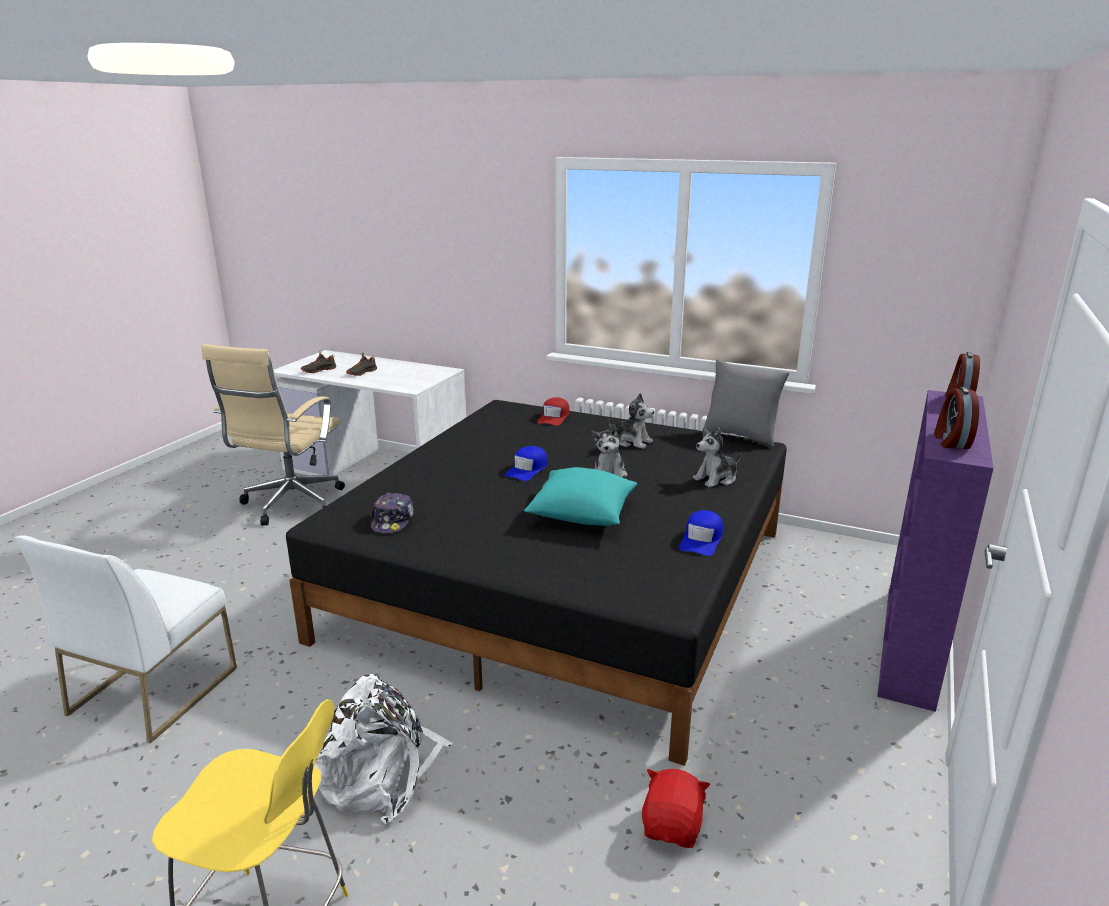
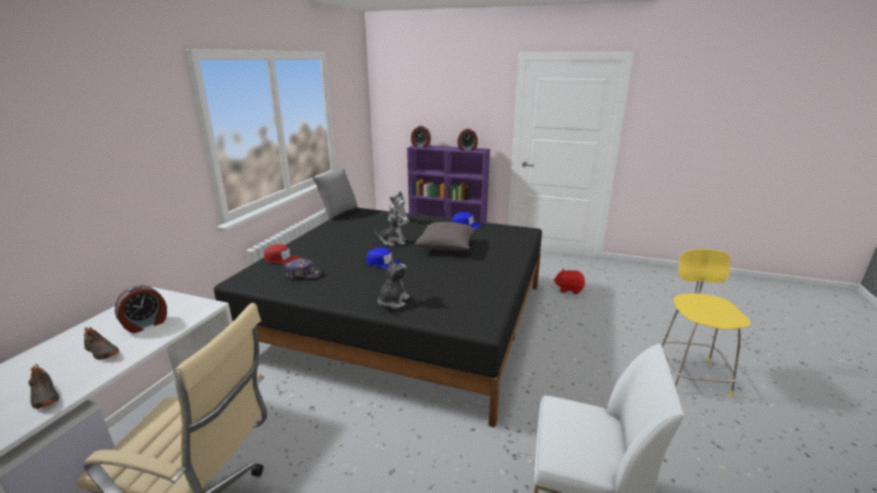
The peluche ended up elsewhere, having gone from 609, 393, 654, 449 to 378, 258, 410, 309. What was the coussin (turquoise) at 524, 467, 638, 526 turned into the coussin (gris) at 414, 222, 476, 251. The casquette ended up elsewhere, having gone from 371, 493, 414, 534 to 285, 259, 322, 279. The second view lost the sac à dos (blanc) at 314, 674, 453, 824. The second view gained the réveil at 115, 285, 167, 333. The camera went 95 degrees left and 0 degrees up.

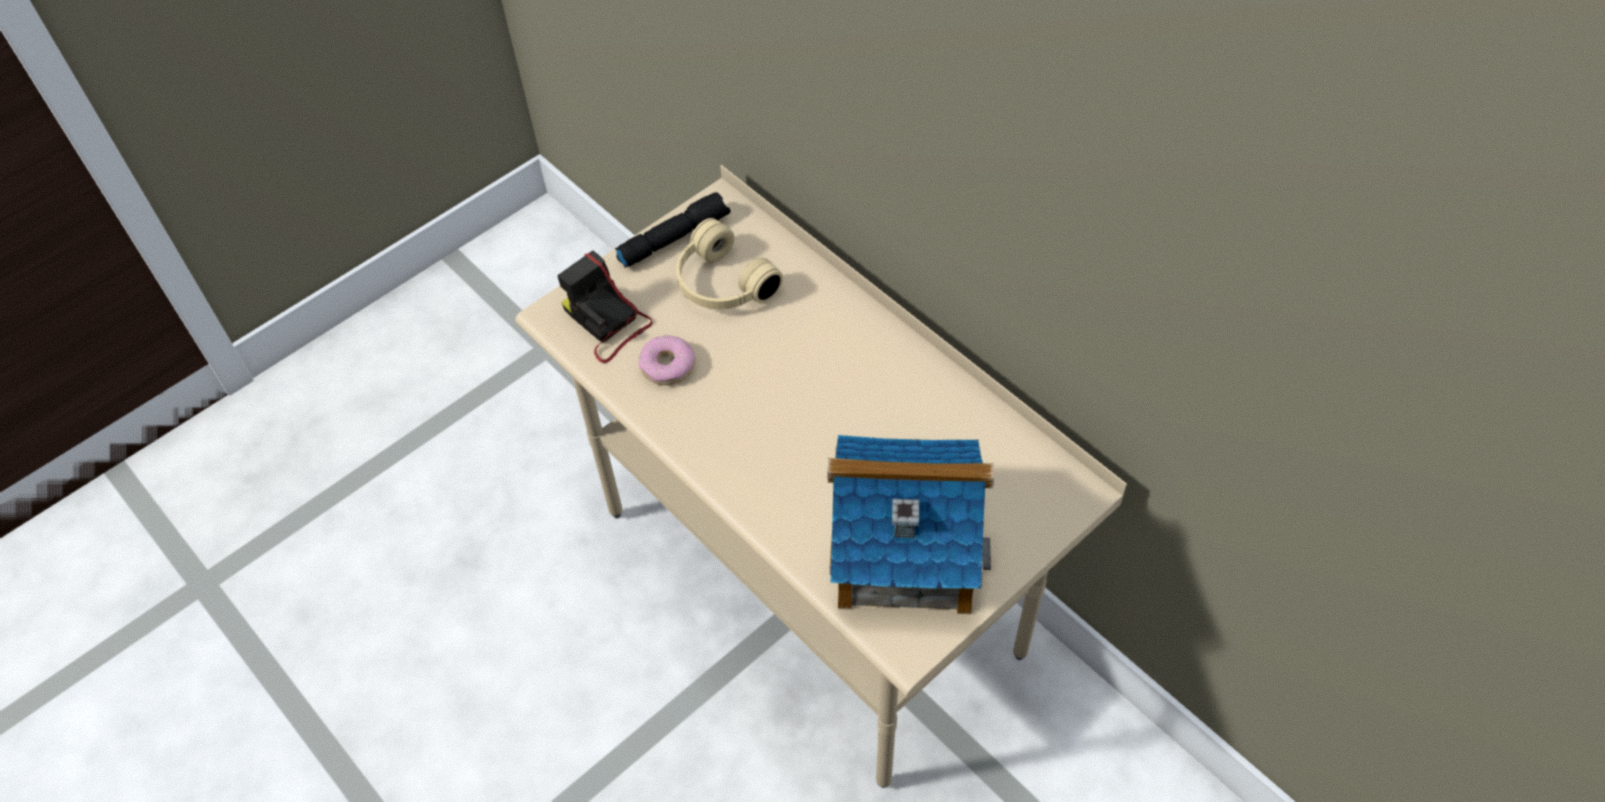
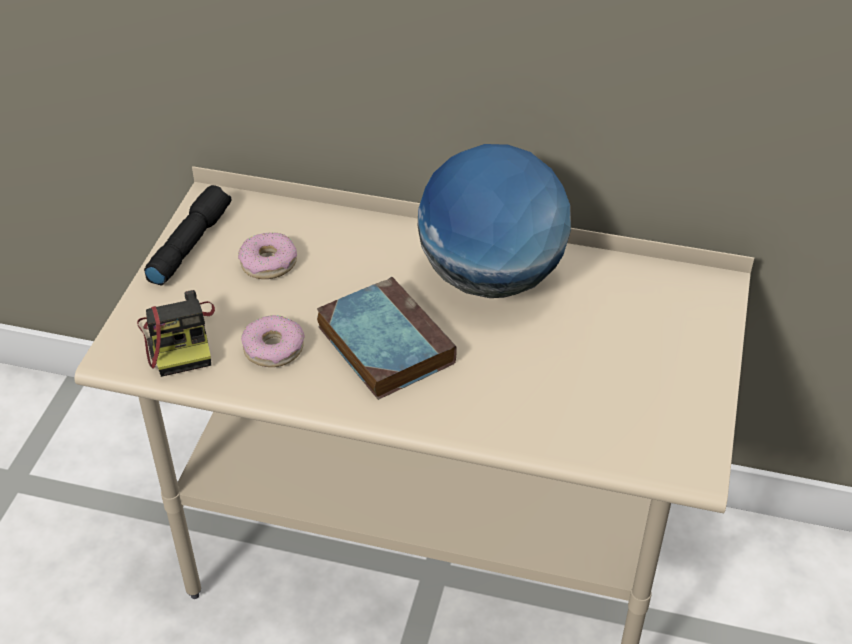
Where the casque audio (beige) stood at 676, 218, 783, 309, the beignet came to stand at 238, 232, 297, 279. The appareil photo at 557, 250, 653, 363 ended up facing another way, 120 degrees counterclockwise from before. The second view lost the maison miniature at 827, 435, 994, 614. The second view gained the globe at 418, 144, 571, 298. The second view gained the livre at 317, 277, 457, 400. The camera went 35 degrees left and 10 degrees down.

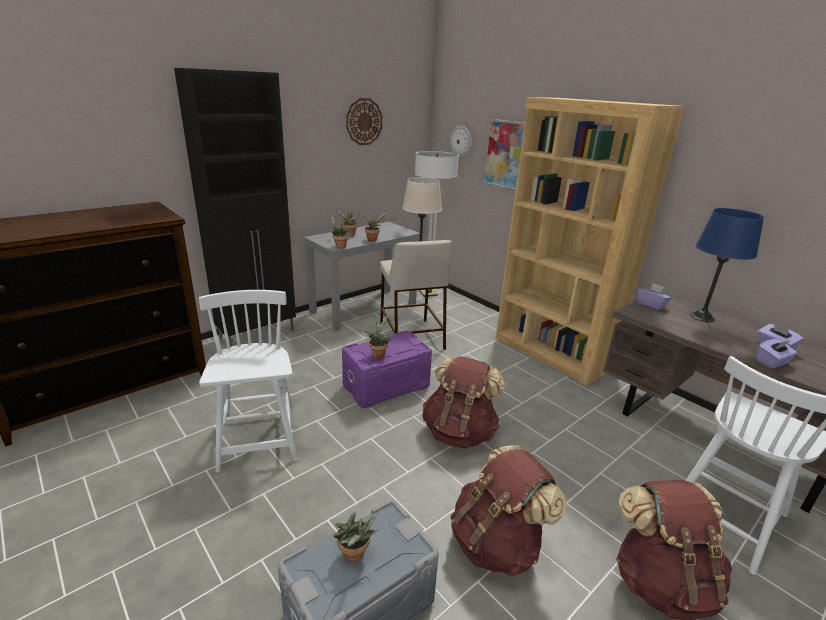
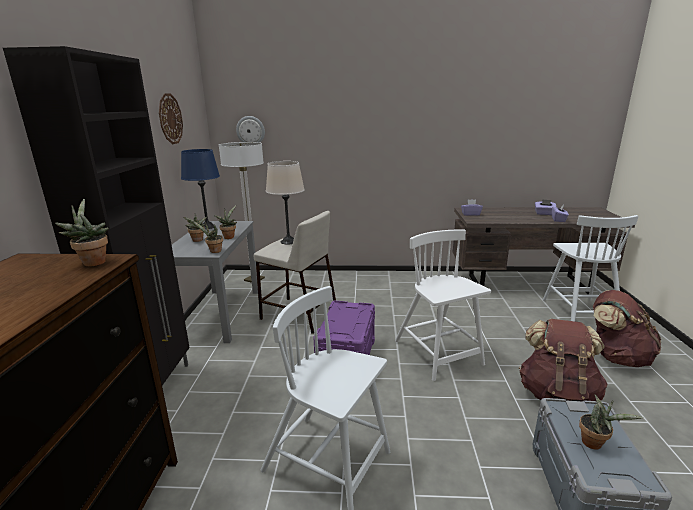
The second view lost the bibliothèque (marron) at 496, 97, 685, 386. The second view lost the tableau at 483, 119, 525, 190. The lampe de table (bleu) ended up elsewhere, having gone from 690, 208, 764, 322 to 181, 149, 220, 229. The plante en pot ended up elsewhere, having gone from 364, 316, 391, 359 to 55, 199, 109, 267. Where the sac à dos (marron) stood at 422, 356, 505, 449, the chaise (blanc) came to stand at 395, 229, 491, 381. The camera went 45 degrees left and 5 degrees down.

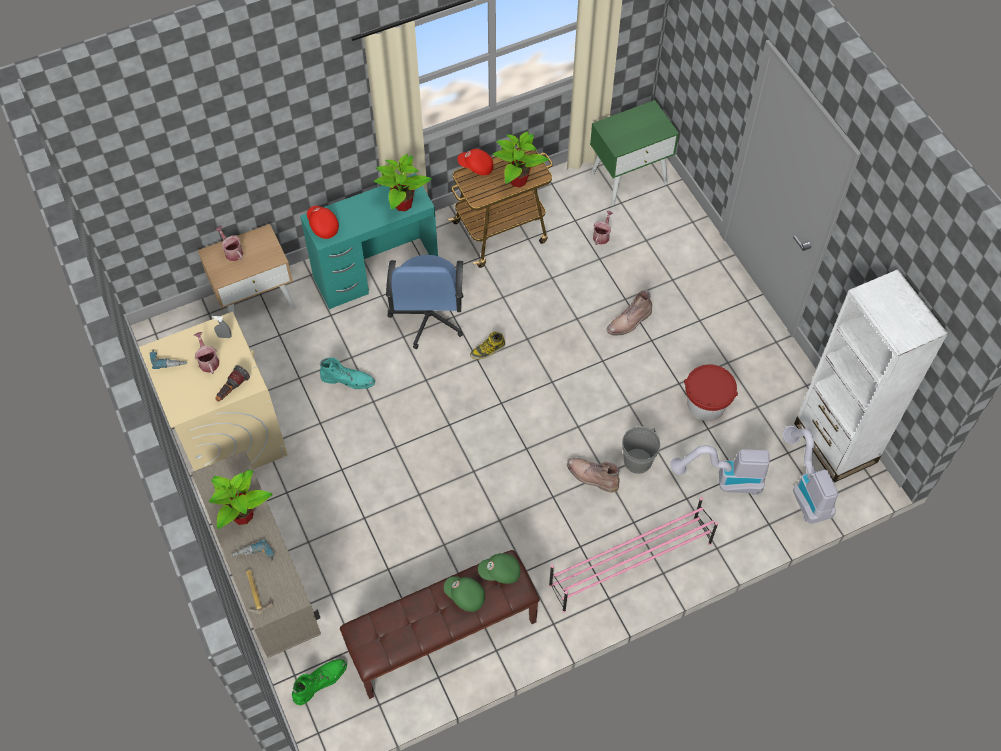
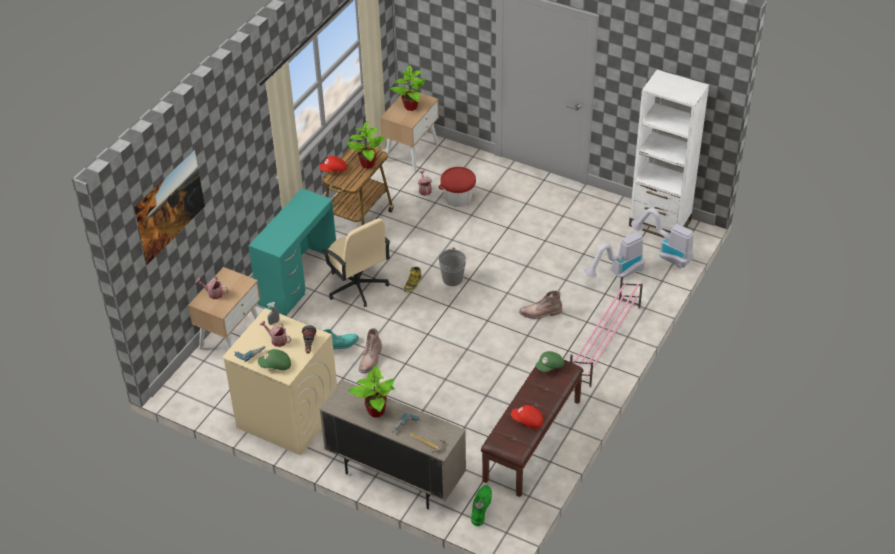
What was the table de chevet (vert) at 590, 100, 679, 205 turned into the table de chevet (beige) at 380, 90, 439, 172. The plante en pot ended up elsewhere, having gone from 373, 154, 432, 211 to 389, 65, 426, 111. The casquette (rouge) ended up elsewhere, having gone from 307, 206, 339, 239 to 511, 405, 543, 429. What was the chaise de bureau (bleu) at 386, 255, 463, 349 turned into the chaise de bureau (beige) at 321, 218, 390, 307. The botte (marron) ended up elsewhere, having gone from 606, 290, 652, 336 to 359, 328, 382, 374. The seau (rouge) ended up elsewhere, having gone from 684, 365, 738, 421 to 439, 167, 476, 207. The seau (gris) ended up elsewhere, having gone from 622, 426, 660, 474 to 438, 248, 466, 286. The casquette (vert) ended up elsewhere, having gone from 444, 576, 485, 612 to 258, 349, 291, 370. The second view gained the tableau at 134, 149, 205, 265. The camera went 35 degrees left and 15 degrees down.

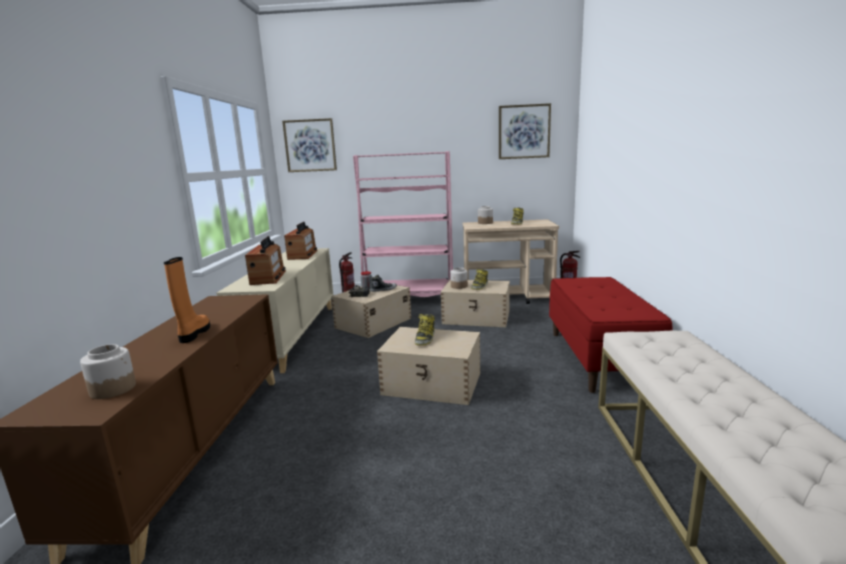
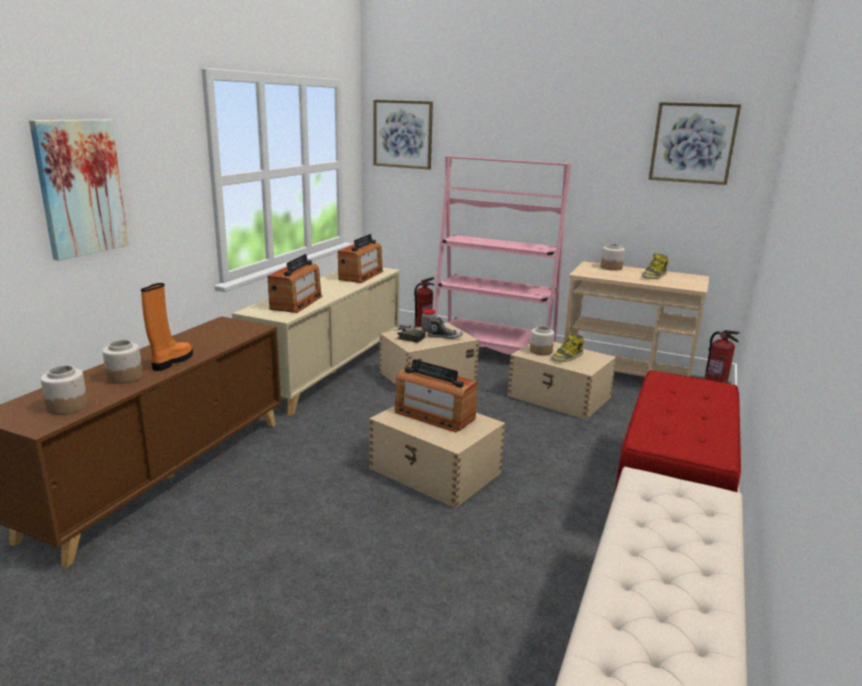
Where the botte stood at 415, 314, 435, 346, the radio came to stand at 395, 359, 478, 432. The second view gained the tableau at 29, 119, 129, 261. The second view gained the bocal at 102, 340, 143, 384. The camera went 20 degrees right and 5 degrees up.

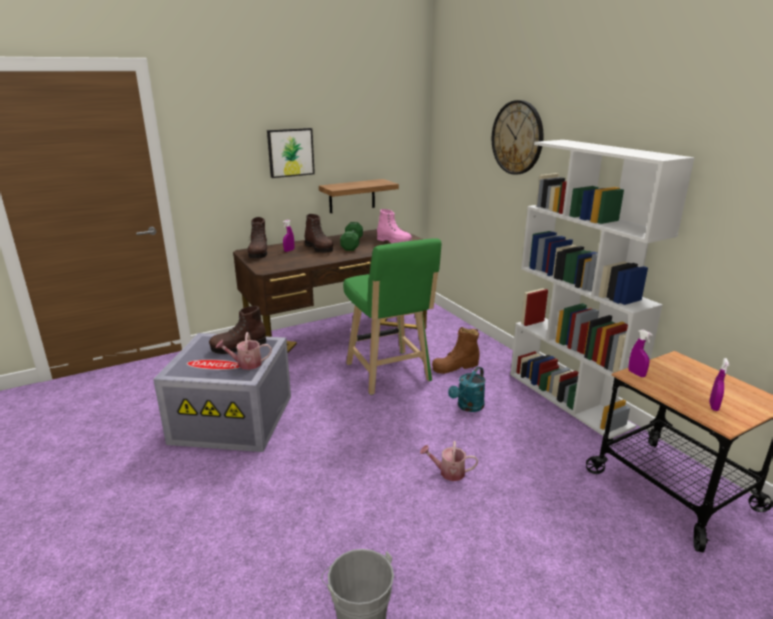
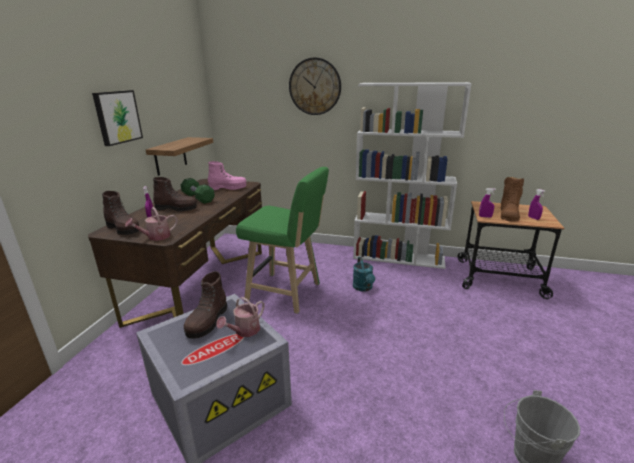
The botte (marron) ended up elsewhere, having gone from 432, 327, 480, 374 to 501, 177, 524, 222. The arrosoir ended up elsewhere, having gone from 420, 441, 478, 481 to 125, 207, 178, 241. The camera went 45 degrees left and 0 degrees up.

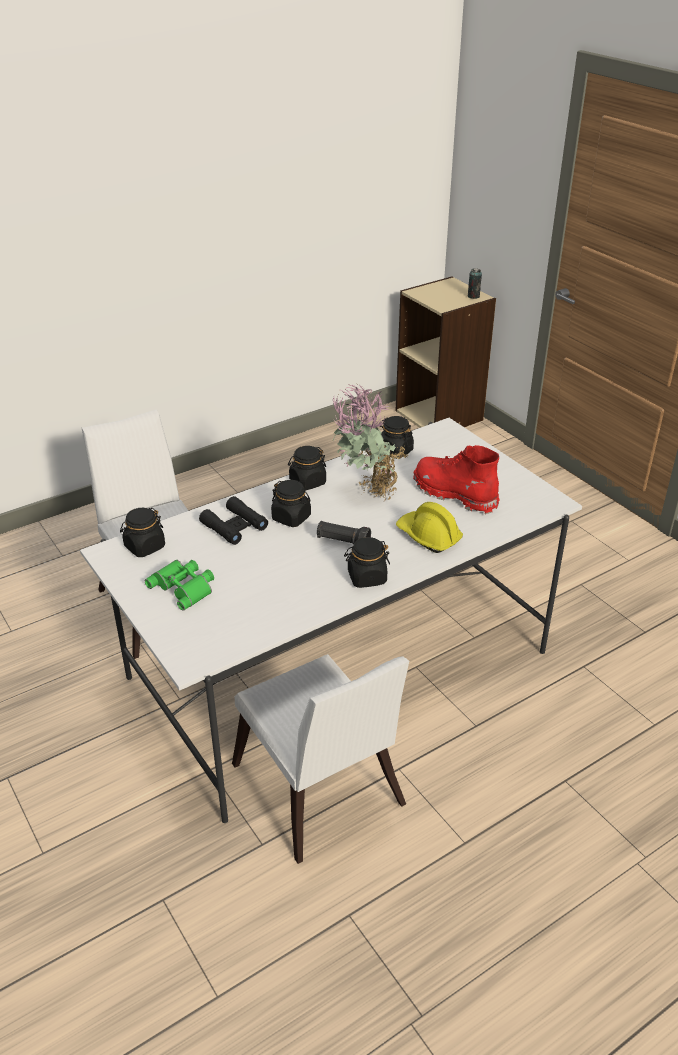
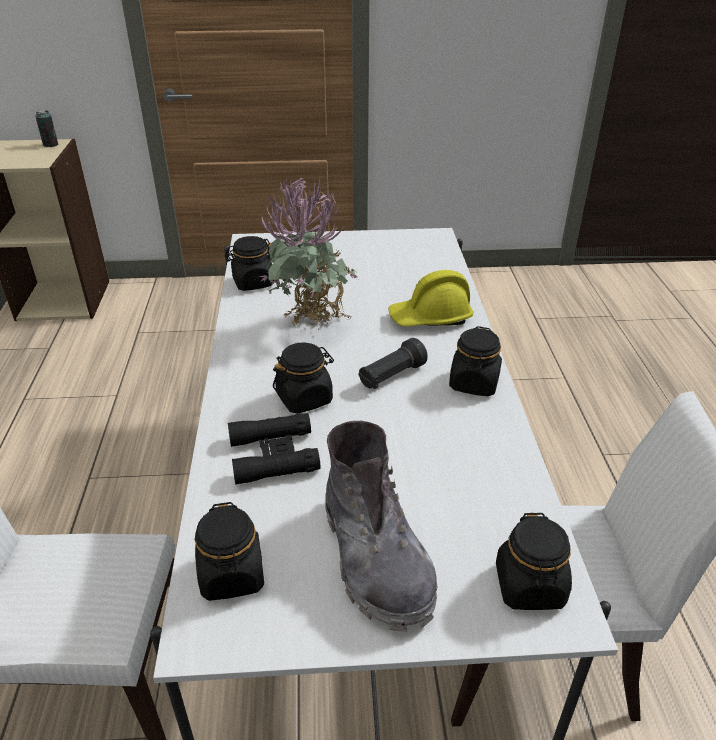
The second view lost the botte (rouge) at 413, 445, 500, 514. The bocal (noir) ended up elsewhere, having gone from 288, 446, 326, 491 to 496, 512, 572, 610. Where the jumelles (vert) stood at 145, 560, 214, 611, the botte (gris) came to stand at 325, 421, 438, 632. The camera went 60 degrees left and 0 degrees up.

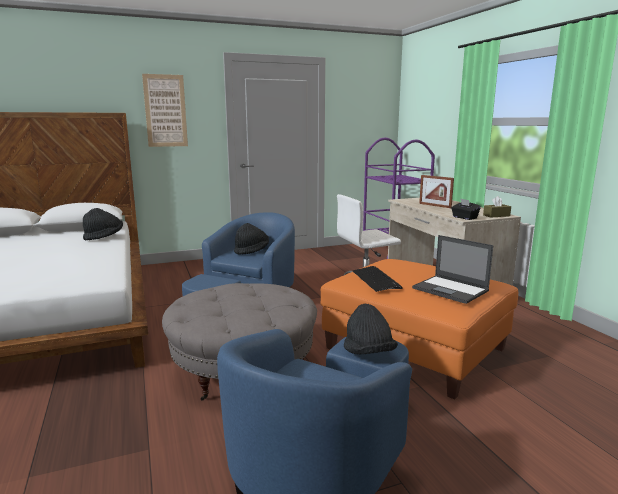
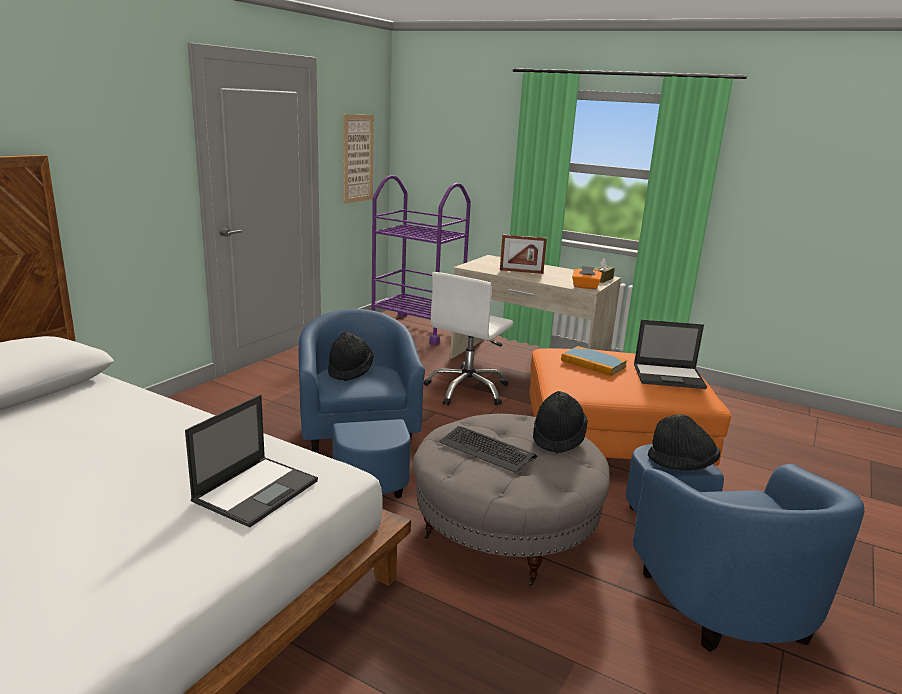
The tableau ended up elsewhere, having gone from 142, 74, 188, 147 to 343, 114, 374, 204. What was the boîte à mouchoirs (noir) at 451, 198, 481, 220 turned into the boîte à mouchoirs (orange) at 572, 266, 602, 290. The chapeau (noir) ended up elsewhere, having gone from 83, 208, 123, 240 to 533, 391, 588, 454. The clavier ended up elsewhere, having gone from 353, 266, 403, 292 to 439, 426, 537, 473. The second view gained the livre at 561, 346, 627, 376. The second view gained the ordinateur portable at 185, 395, 318, 527. The camera went 40 degrees left and 5 degrees up.

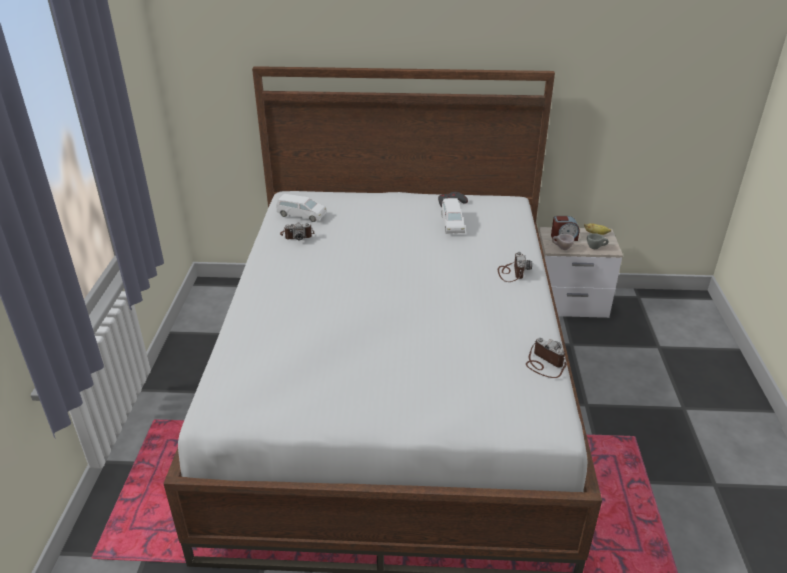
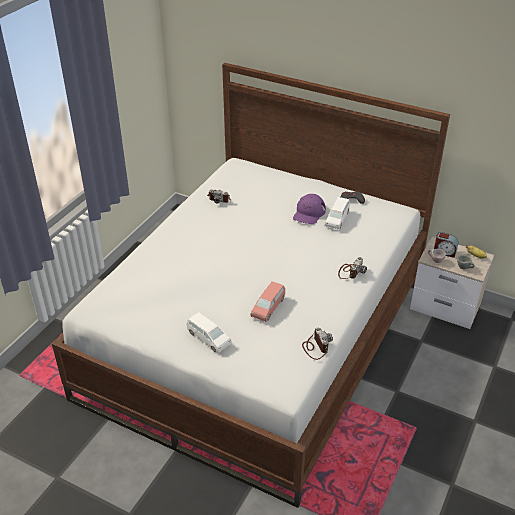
The petite voiture (blanc) ended up elsewhere, having gone from 276, 194, 327, 222 to 187, 312, 232, 353. The second view gained the casquette (violet) at 293, 194, 326, 224. The second view gained the petite voiture (rose) at 250, 281, 285, 322. The camera went 25 degrees right and 5 degrees up.

